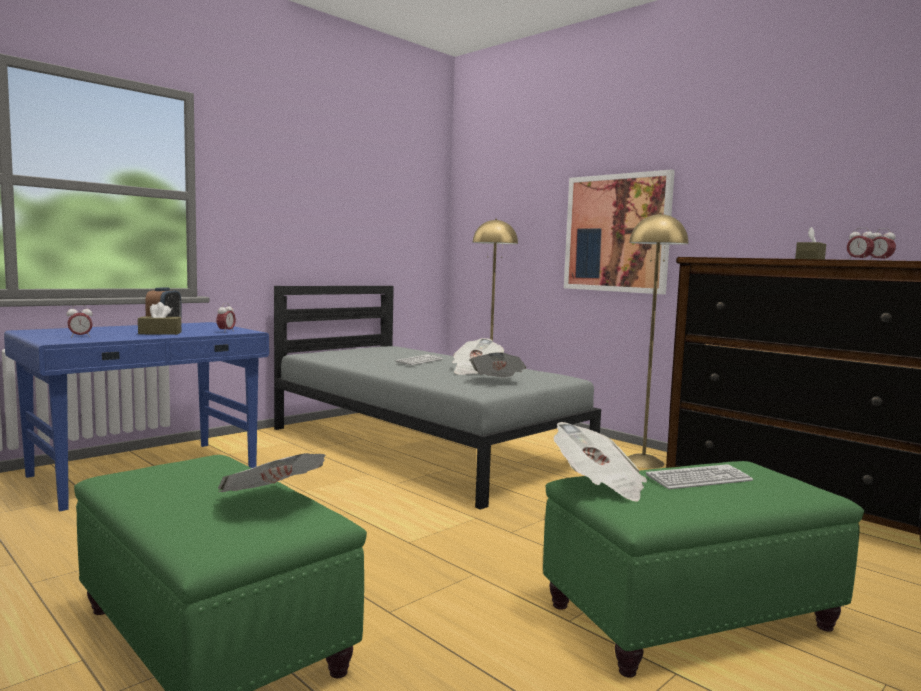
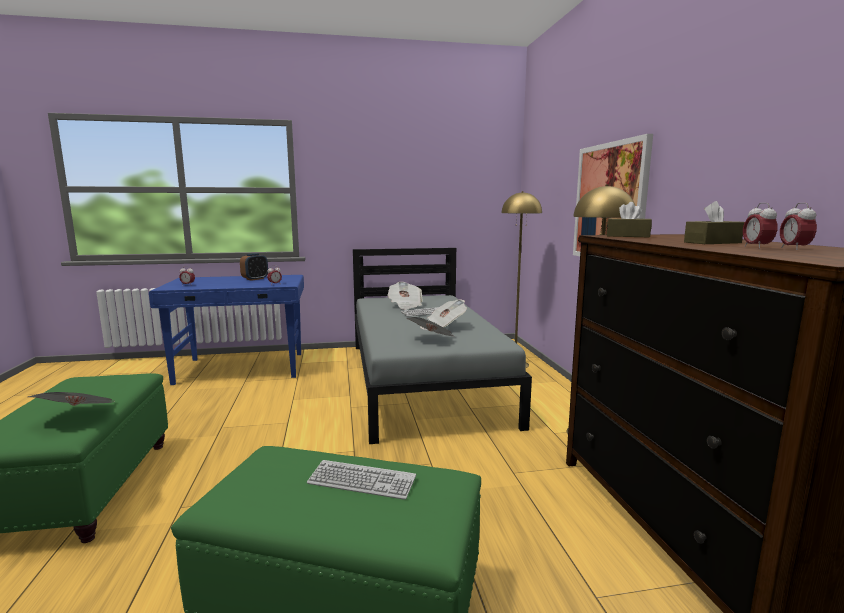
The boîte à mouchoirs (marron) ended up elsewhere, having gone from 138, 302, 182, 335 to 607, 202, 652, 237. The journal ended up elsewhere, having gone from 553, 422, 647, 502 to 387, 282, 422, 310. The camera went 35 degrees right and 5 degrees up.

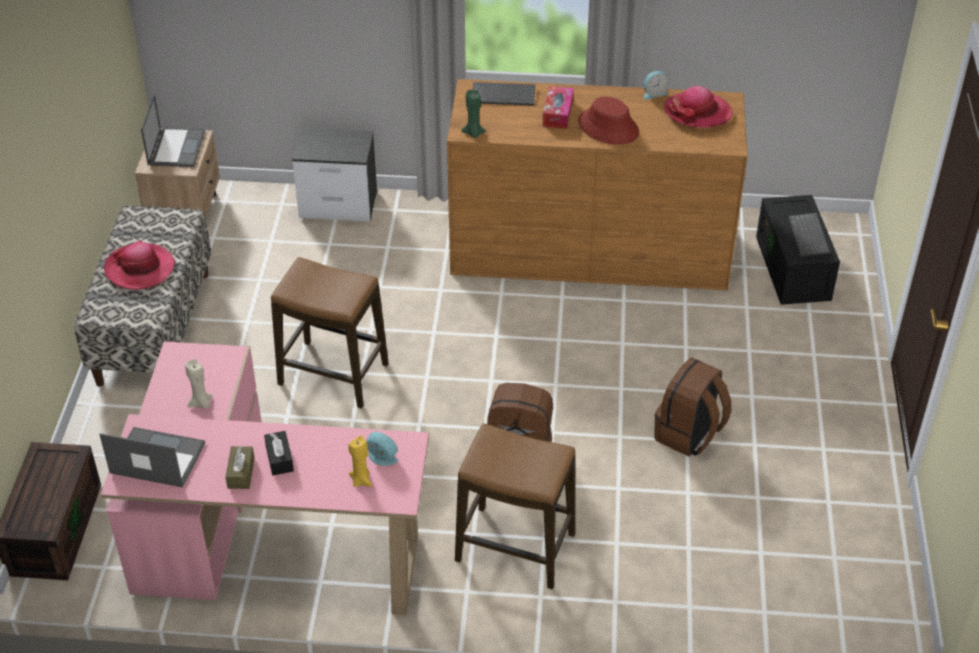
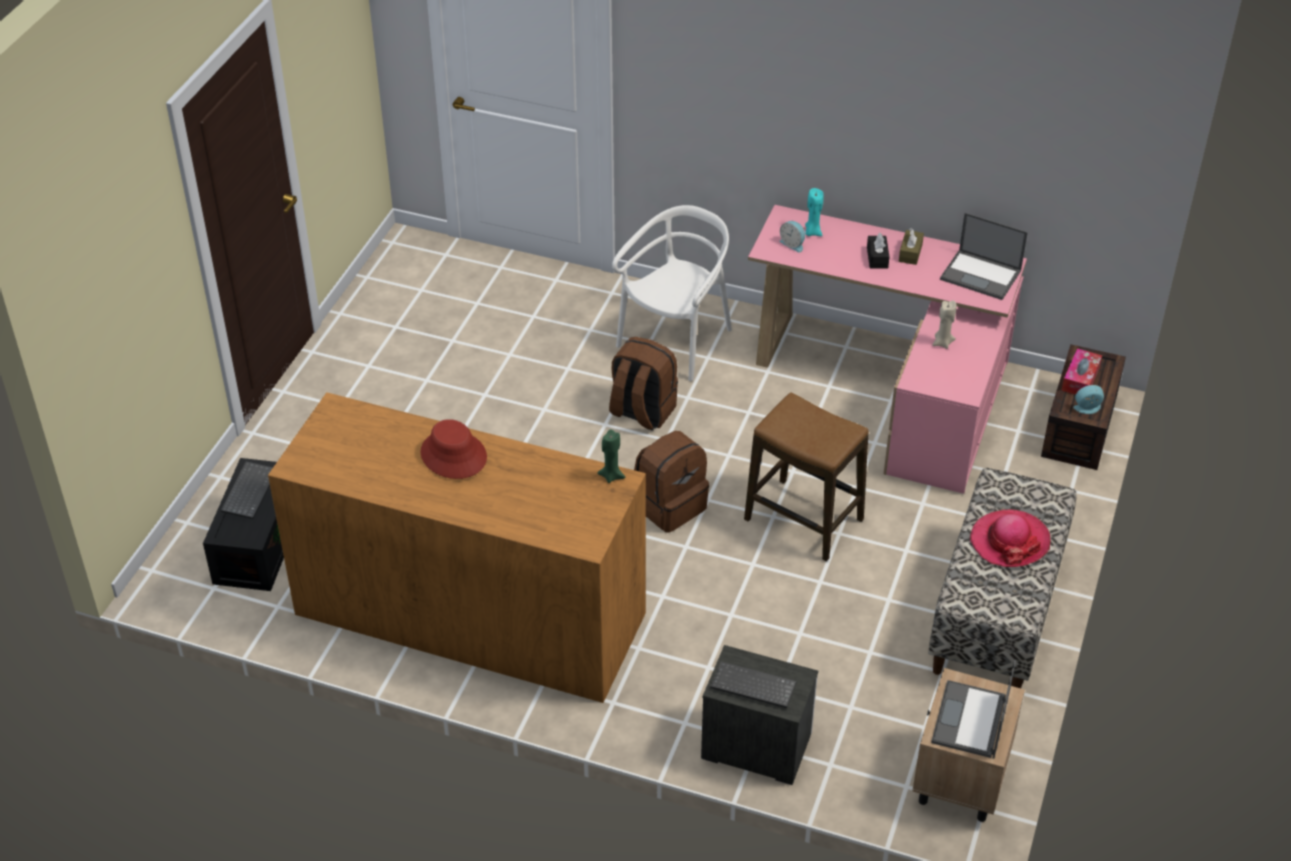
The réveil ended up elsewhere, having gone from 644, 71, 669, 100 to 1073, 385, 1104, 414. The clavier ended up elsewhere, having gone from 473, 82, 535, 106 to 710, 661, 797, 708. The boîte à mouchoirs ended up elsewhere, having gone from 542, 86, 574, 129 to 1061, 348, 1102, 395. The second view lost the chapeau at 664, 86, 733, 128. The sac à dos (marron) ended up elsewhere, having gone from 654, 358, 732, 457 to 634, 431, 709, 533. Where the tabouret stood at 455, 423, 575, 589, the chaise (blanc) came to stand at 612, 205, 732, 381. What was the bougie (jaune) at 349, 436, 372, 487 turned into the bougie (turquoise) at 805, 188, 824, 236. The camera went 165 degrees left and 0 degrees up.

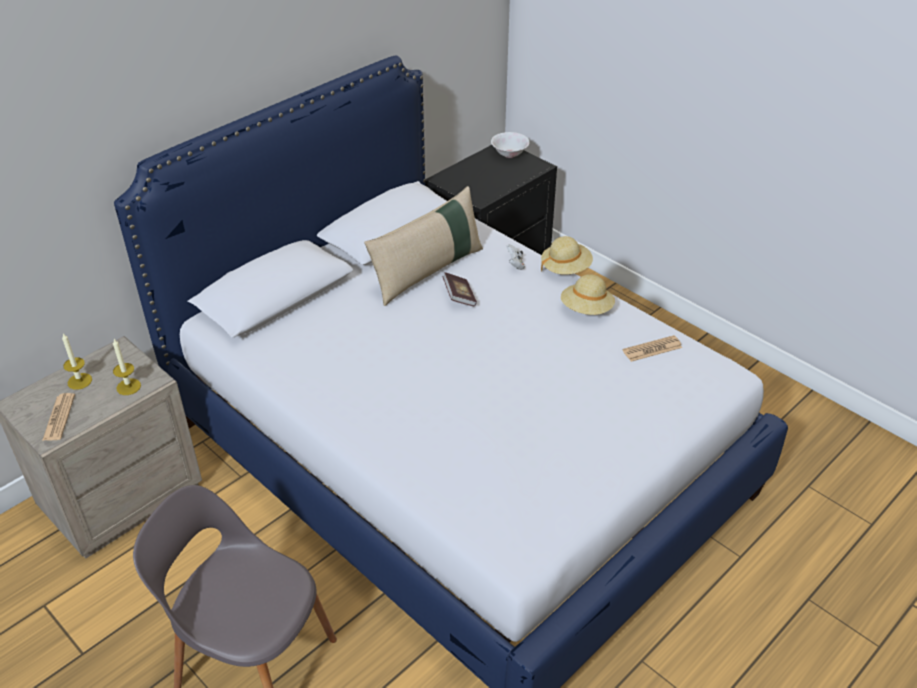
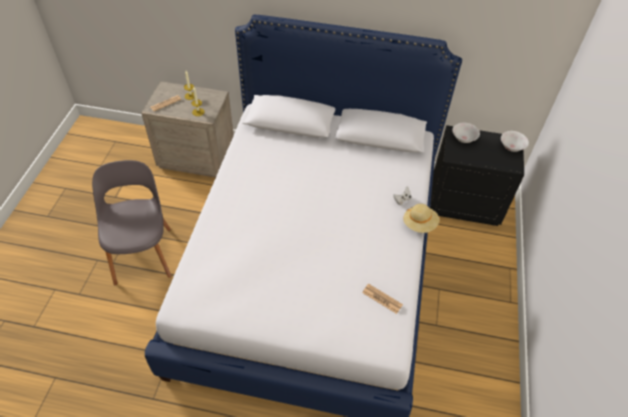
The second view lost the coussin (beige) at 364, 186, 483, 306. The second view lost the livre at 443, 272, 477, 307. The second view lost the chapeau (beige) at 561, 274, 615, 315. The second view gained the bol (blanc) at 452, 122, 480, 143. The camera went 55 degrees right and 10 degrees up.

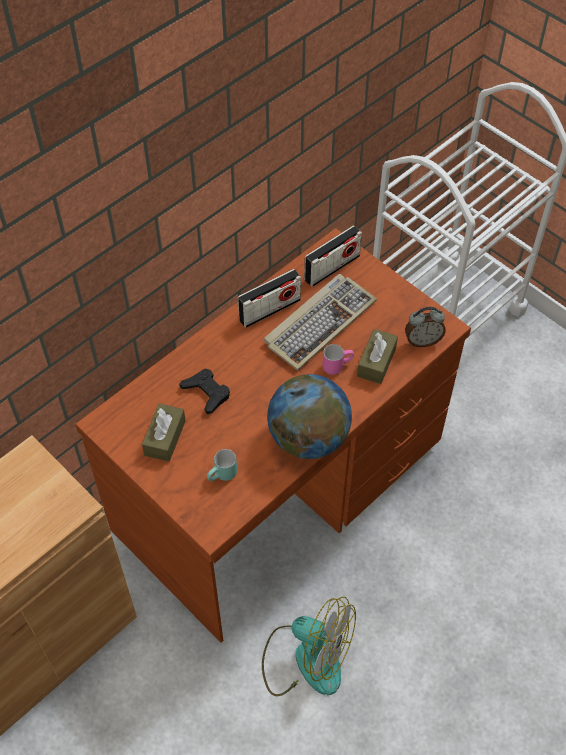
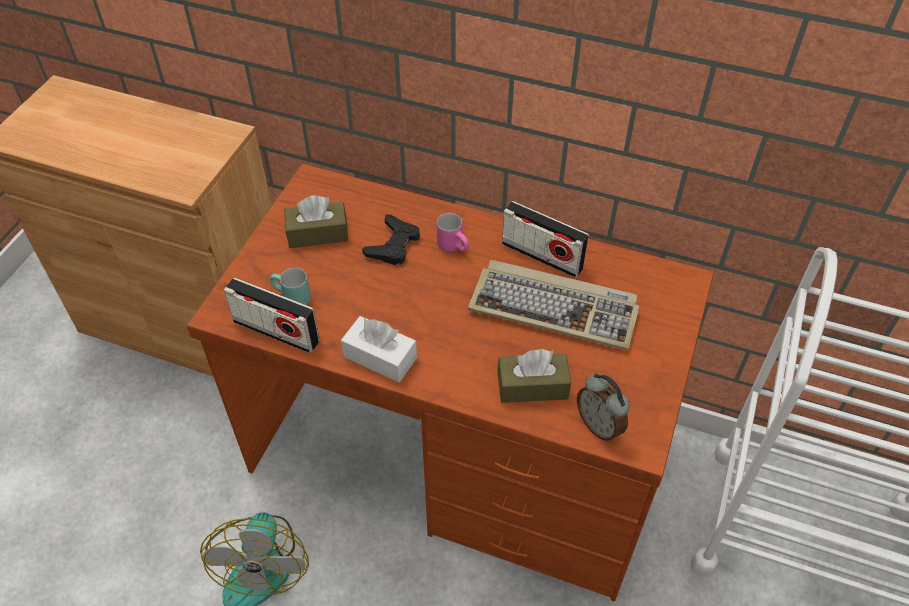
The radio ended up elsewhere, having gone from 304, 225, 362, 287 to 224, 277, 320, 353. The mug (rose) ended up elsewhere, having gone from 323, 344, 354, 375 to 437, 213, 469, 252. Where the globe stood at 267, 374, 352, 459, the boîte à mouchoirs (blanc) came to stand at 341, 316, 417, 382. The camera went 65 degrees right and 5 degrees down.

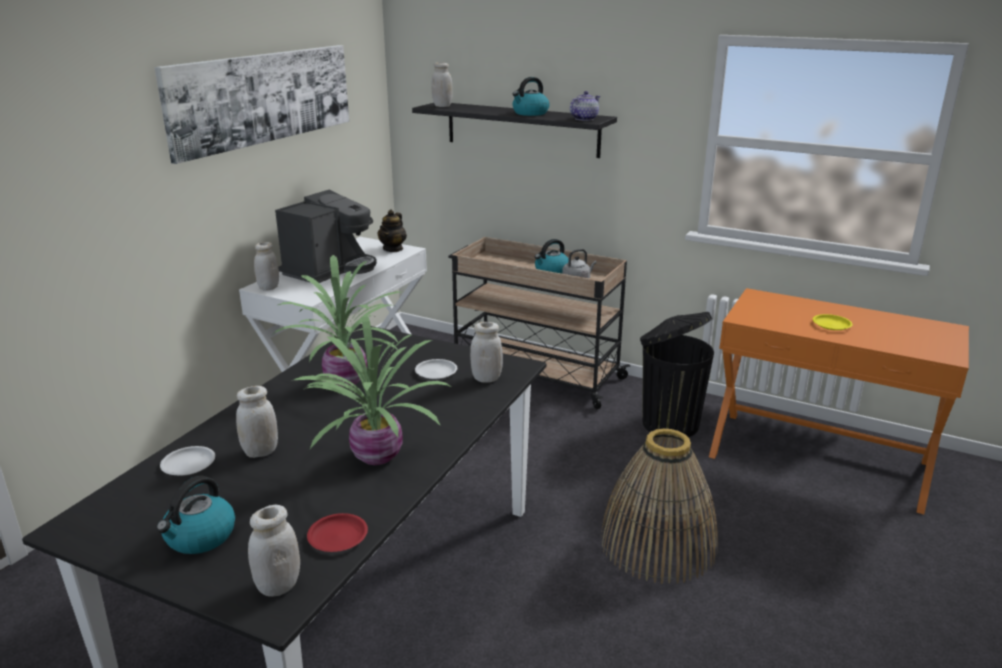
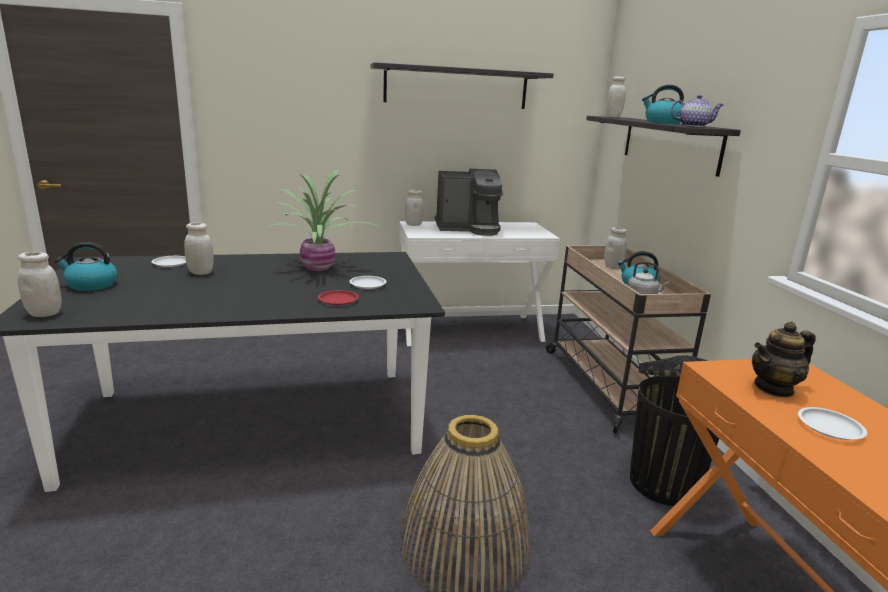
Where the tableau hung at 154, 45, 349, 164, the étagère (noir) came to hang at 371, 62, 553, 109. The théière ended up elsewhere, having gone from 378, 209, 407, 252 to 752, 322, 816, 397. The second view lost the plante en pot at 294, 314, 451, 465. What was the assiette (jaune) at 813, 314, 853, 330 turned into the assiette (blanc) at 798, 407, 867, 440. The bocal (blanc) ended up elsewhere, having gone from 470, 322, 503, 383 to 604, 227, 627, 268. The assiette (rouge) ended up elsewhere, having gone from 307, 513, 368, 552 to 318, 290, 359, 305. The camera went 50 degrees right and 5 degrees down.

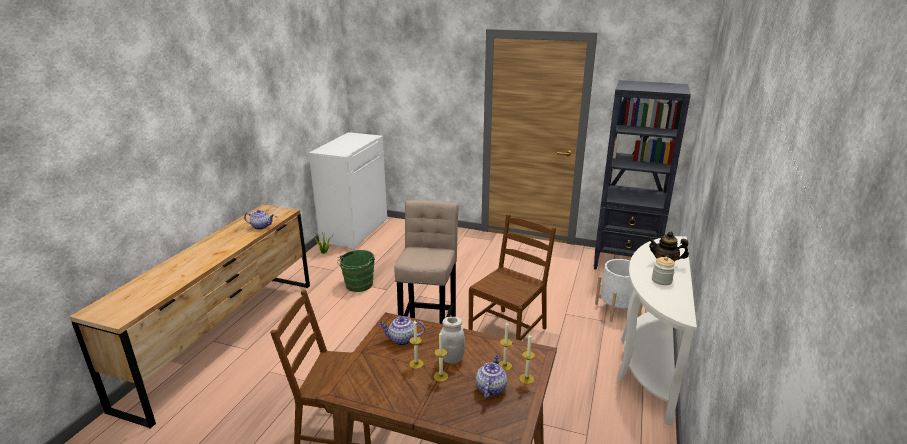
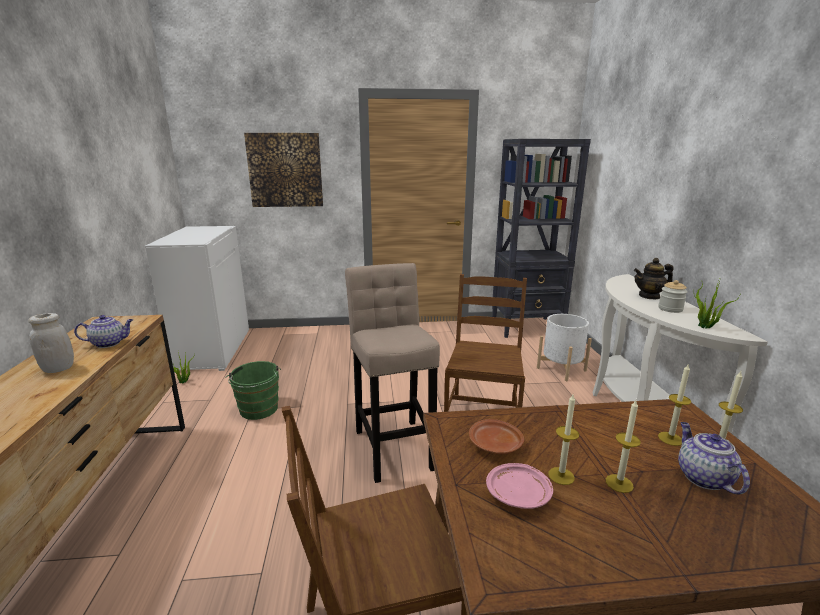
Where the théière stood at 379, 316, 425, 346, the assiette (marron) came to stand at 469, 419, 524, 454. The bocal (blanc) ended up elsewhere, having gone from 441, 317, 465, 364 to 28, 313, 74, 373. The second view gained the tableau at 244, 133, 323, 207. The second view gained the plante en pot at 694, 277, 740, 329. The second view gained the assiette (rose) at 486, 463, 553, 509. The camera went 25 degrees left and 5 degrees down.

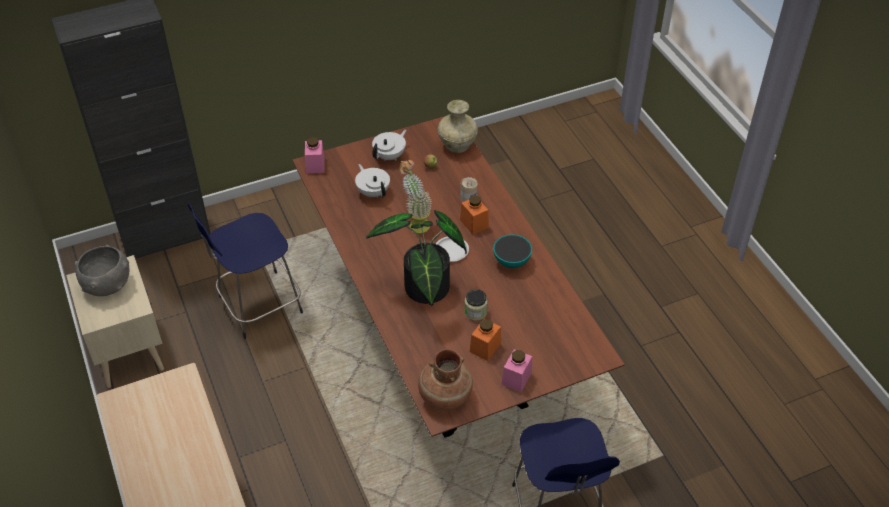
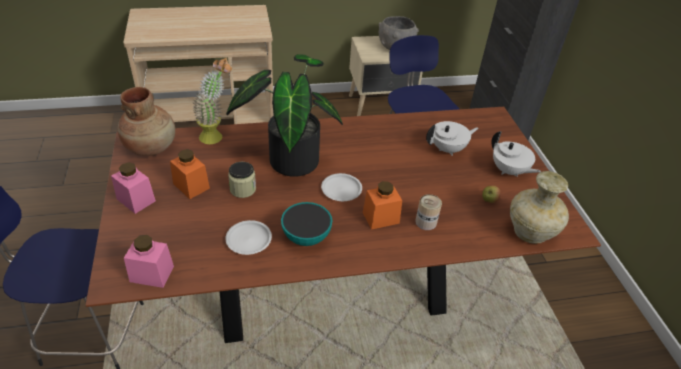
The bocal (rose) ended up elsewhere, having gone from 305, 137, 325, 173 to 124, 235, 174, 288. The plante en pot ended up elsewhere, having gone from 400, 160, 432, 233 to 193, 58, 232, 144. The second view gained the assiette (blanc) at 225, 220, 272, 255. The camera went 100 degrees right and 5 degrees down.

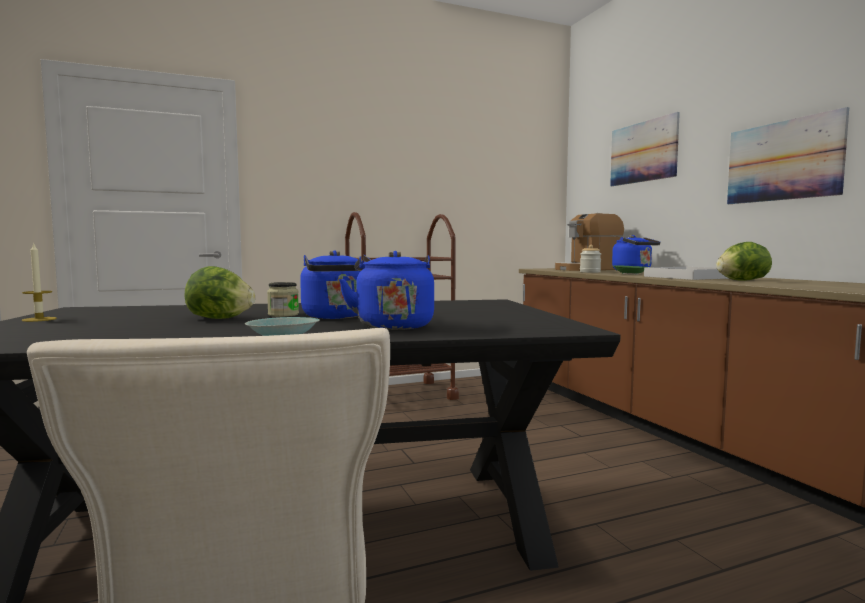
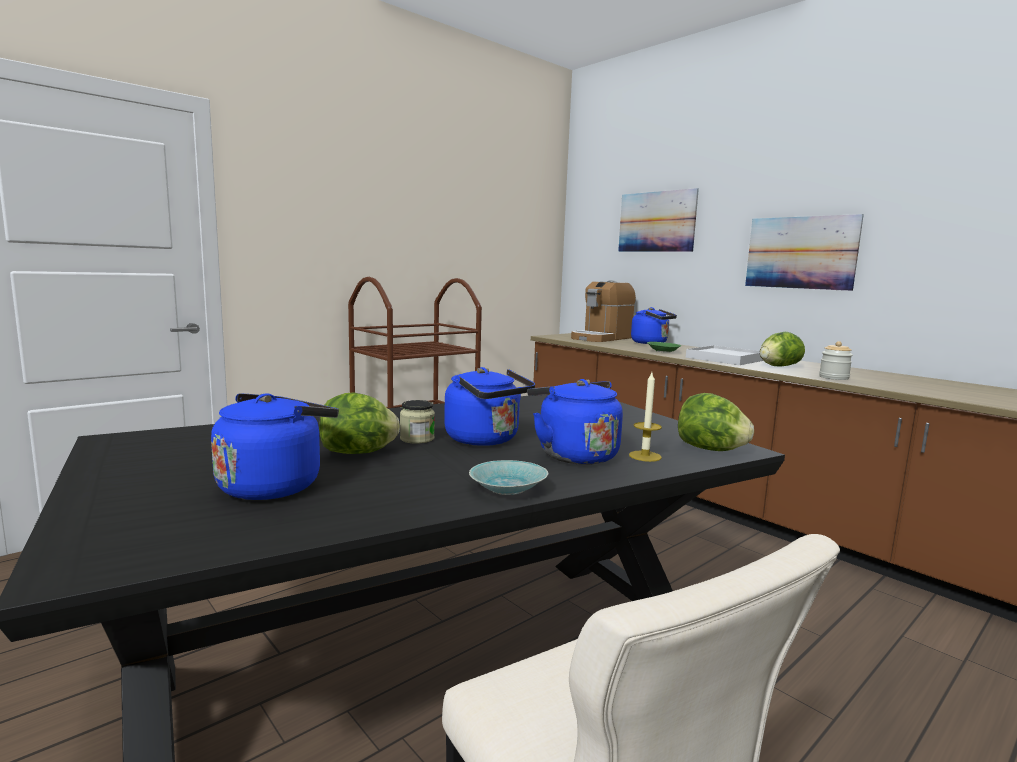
The bougie ended up elsewhere, having gone from 22, 244, 57, 322 to 629, 373, 662, 462. The bocal ended up elsewhere, having gone from 580, 245, 601, 273 to 819, 341, 853, 380. The second view gained the bouilloire (bleu) at 211, 393, 339, 500. The second view gained the laitue at 678, 393, 754, 451. The camera went 20 degrees left and 5 degrees up.

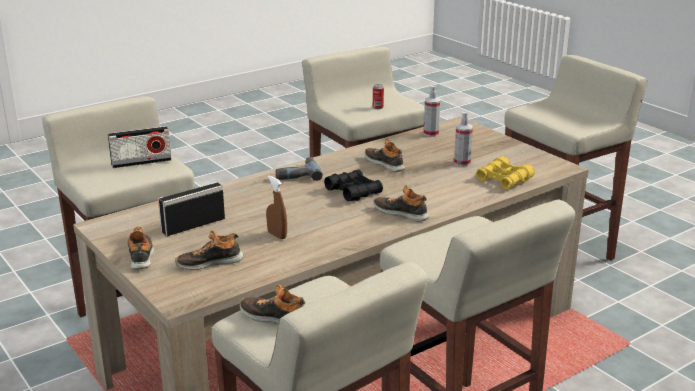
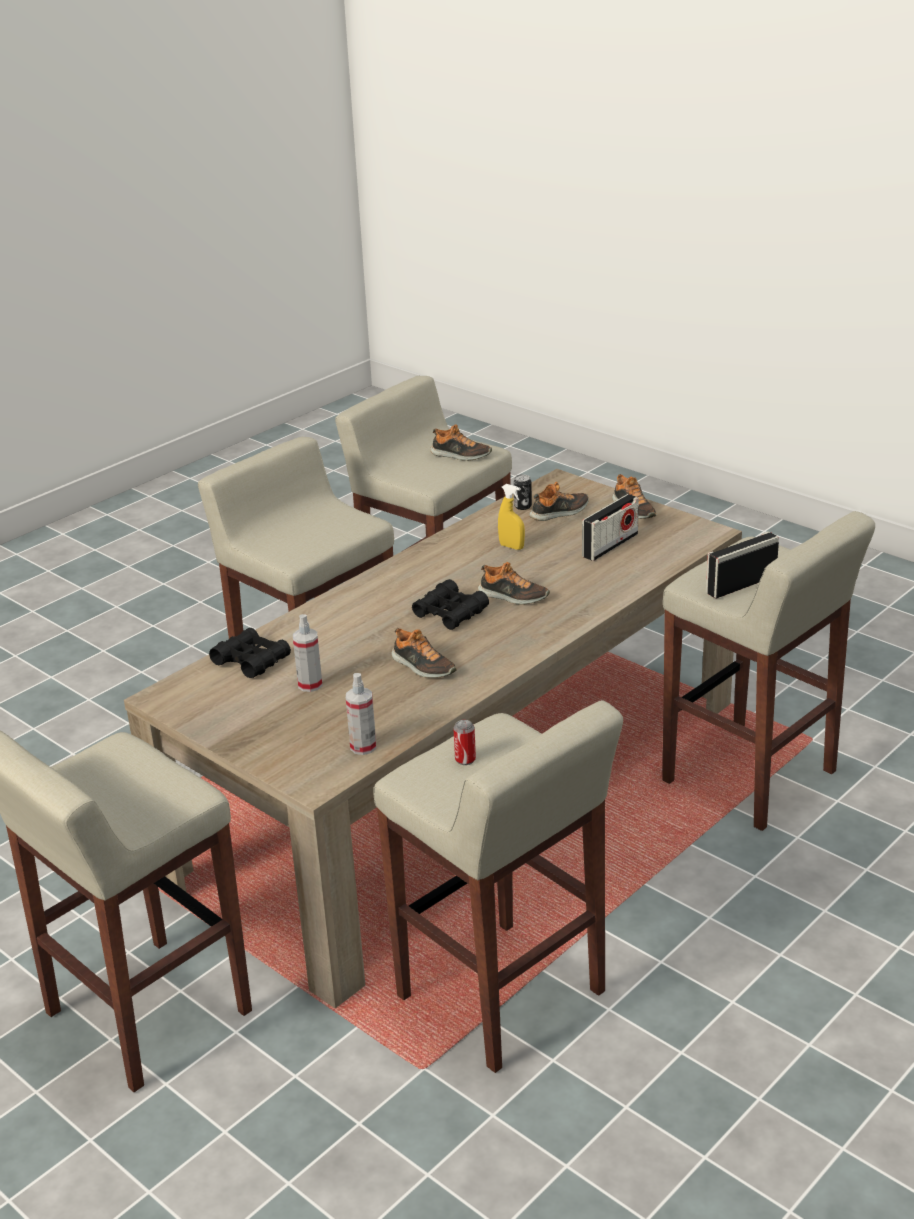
What was the jumelles (jaune) at 476, 156, 535, 190 turned into the jumelles (noir) at 209, 628, 291, 678. The second view lost the perceuse at 276, 157, 323, 181. What was the vaporisateur (marron) at 266, 176, 287, 239 turned into the vaporisateur (jaune) at 498, 484, 525, 550. The chaussure ended up elsewhere, having gone from 374, 185, 429, 222 to 478, 562, 550, 605. The second view gained the boîte métallique at 514, 475, 532, 510. The camera went 170 degrees right and 5 degrees up.

